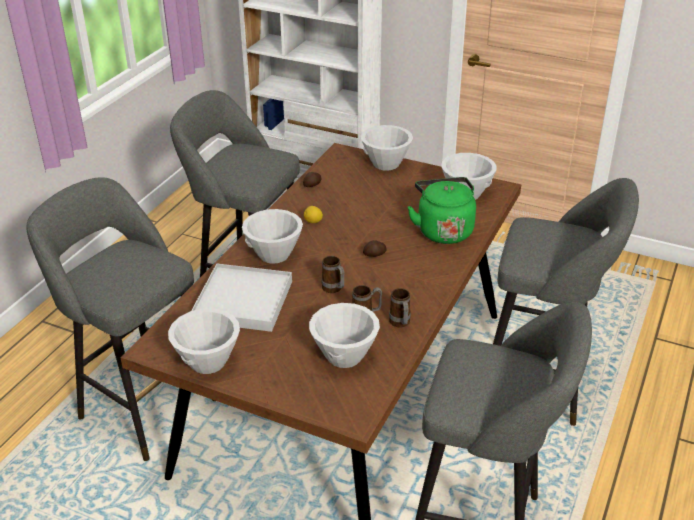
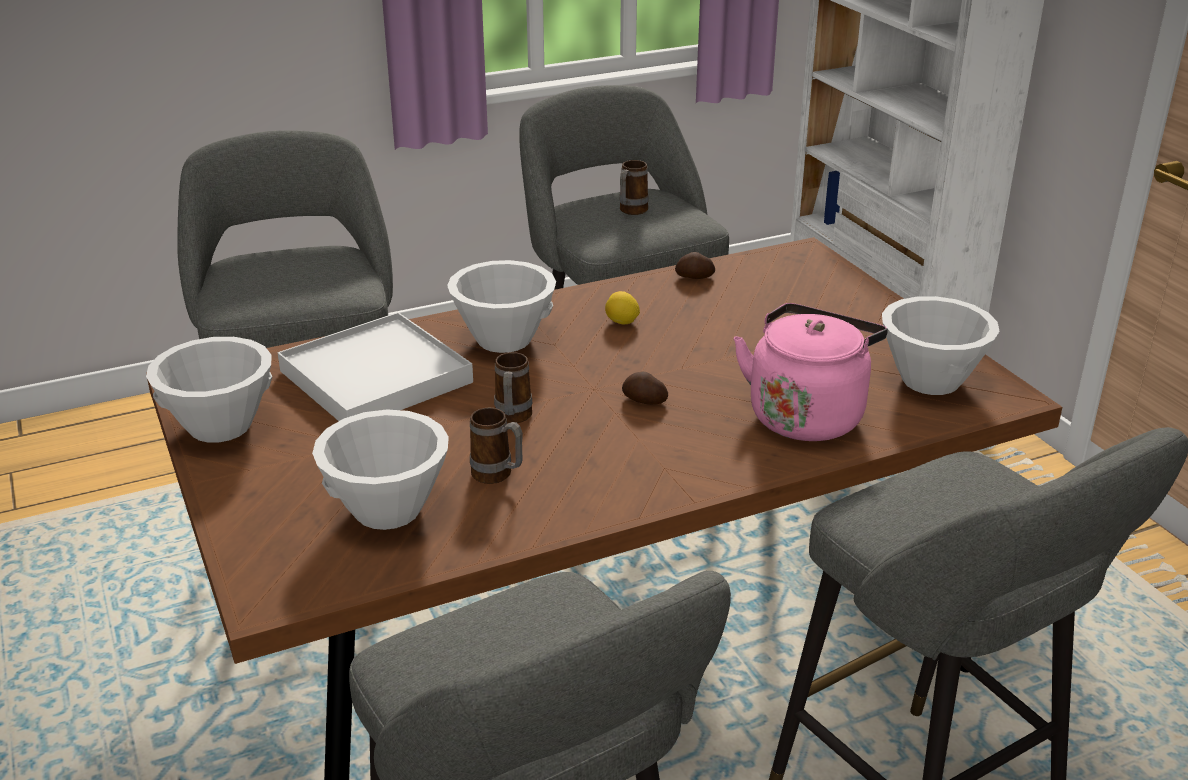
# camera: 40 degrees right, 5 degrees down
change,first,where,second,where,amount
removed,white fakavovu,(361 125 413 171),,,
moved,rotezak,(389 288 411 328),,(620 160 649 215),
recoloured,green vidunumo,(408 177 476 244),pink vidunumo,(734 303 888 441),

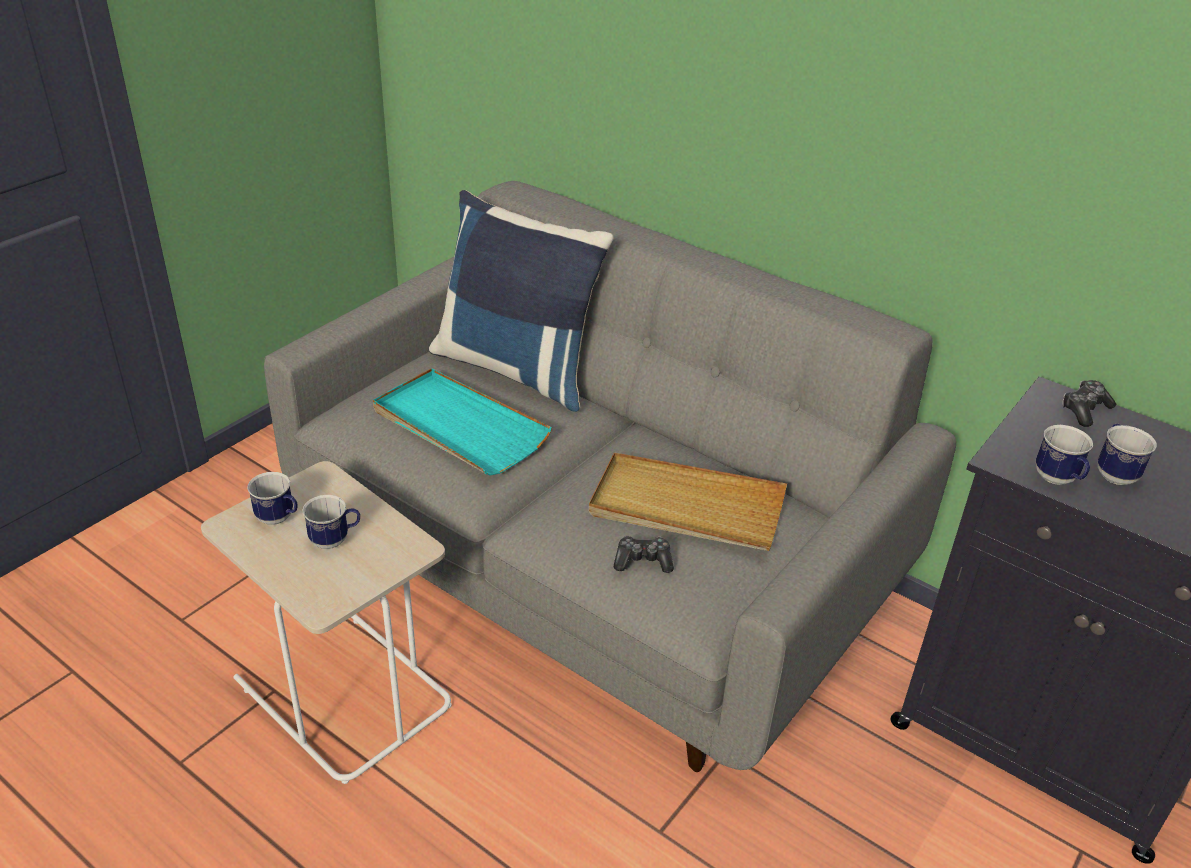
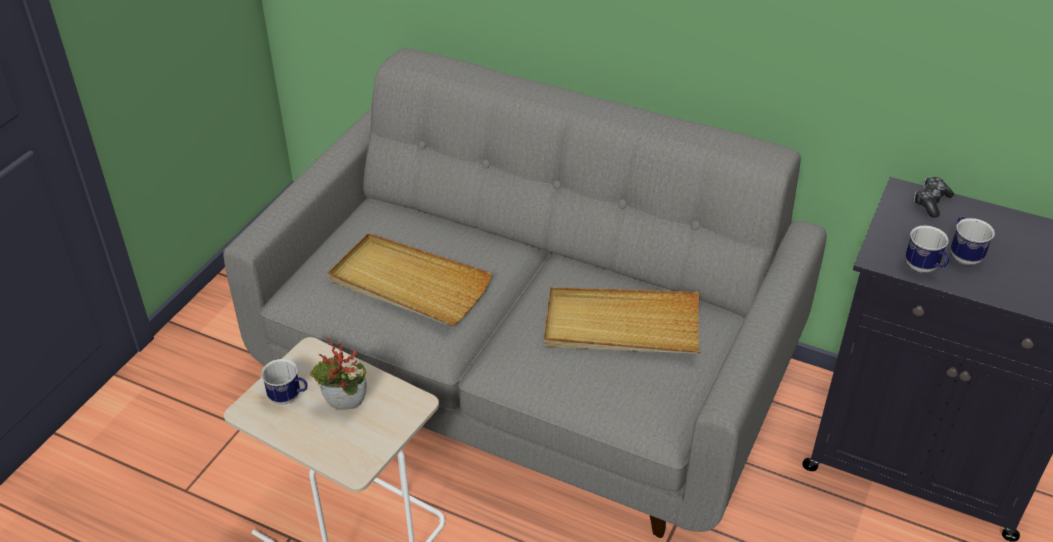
# camera: 10 degrees left, 5 degrees up
change,first,where,second,where,amount
replaced,rotezak,(303 495 360 549),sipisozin,(310 337 367 410),
recoloured,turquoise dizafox,(373 368 552 475),beige dizafox,(328 233 492 326),
removed,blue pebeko,(429 190 614 412),,,
removed,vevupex,(614 536 674 573),,,

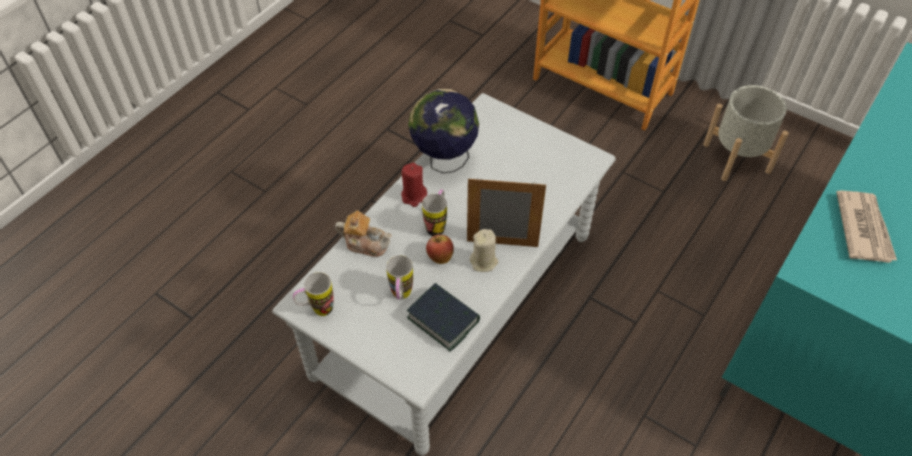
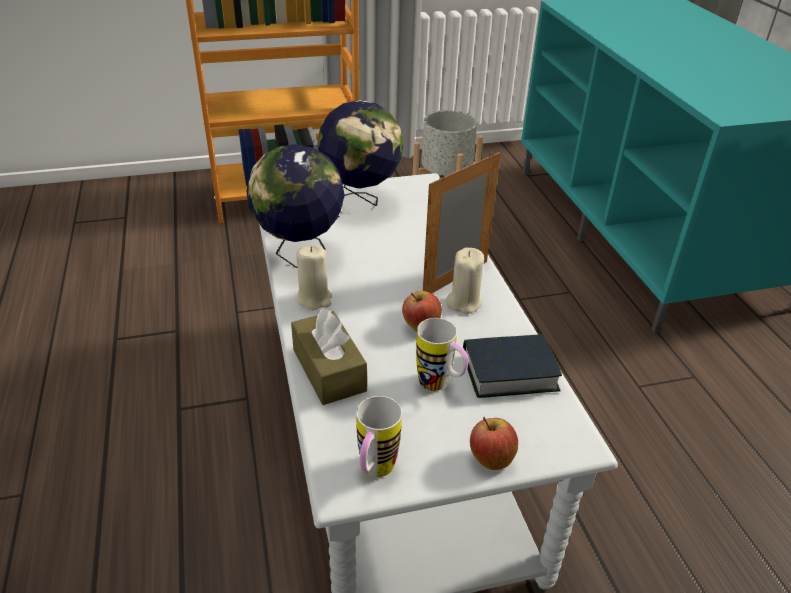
# camera: 50 degrees left, 15 degrees down
change,first,where,second,where,amount
replaced,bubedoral,(335 211 392 257),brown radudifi,(291 307 367 405),
recoloured,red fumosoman,(401 163 427 207),beige fumosoman,(297 245 332 310),
removed,rotezak,(422 189 447 236),,,
removed,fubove,(836 190 897 263),,,
added,,,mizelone,(317 100 403 217),
added,,,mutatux,(470 417 518 470),

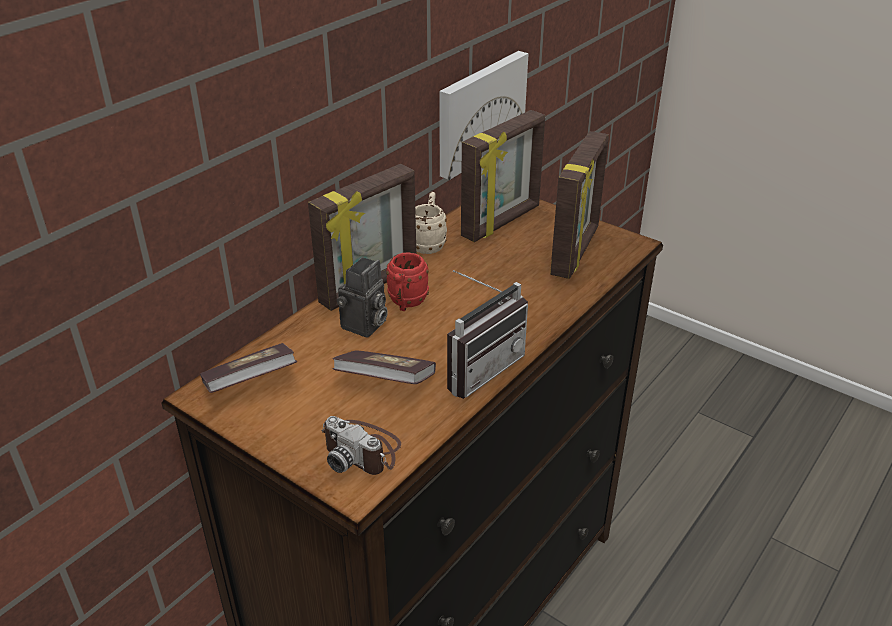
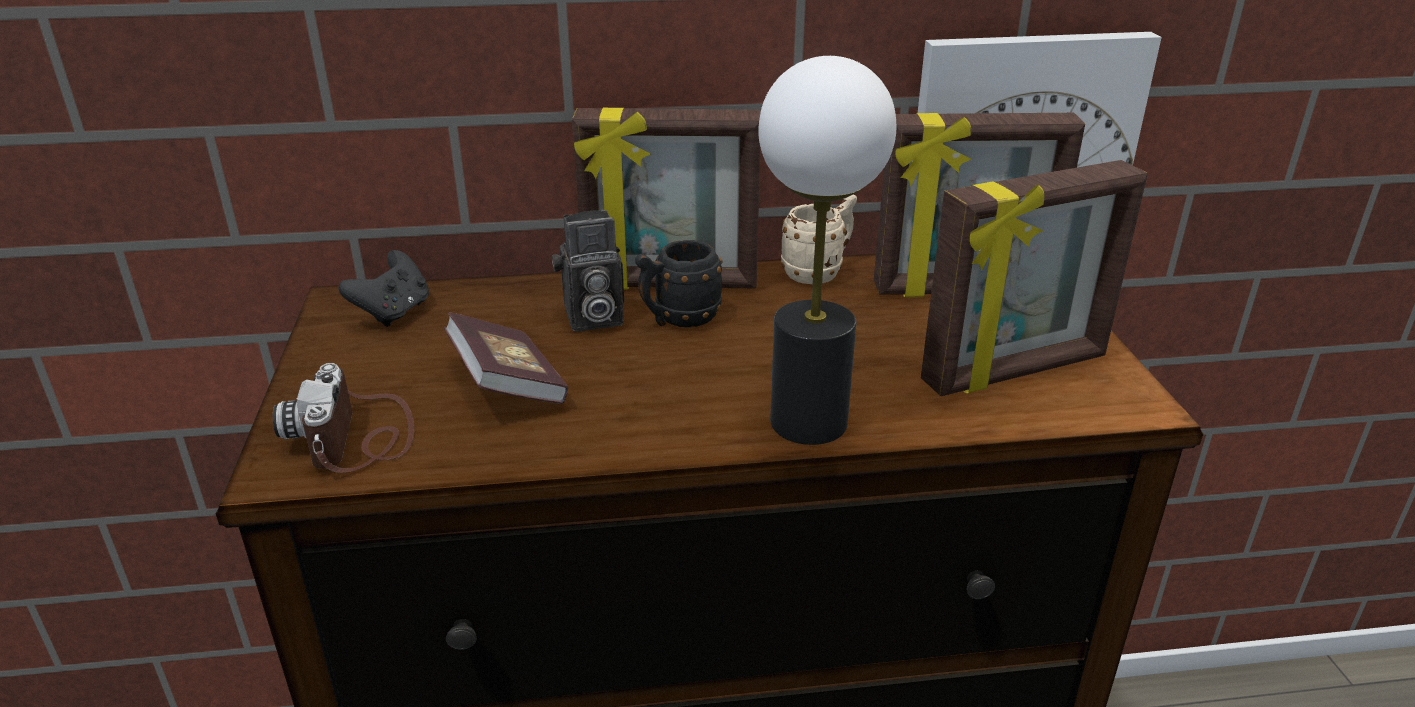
# camera: 45 degrees right, 5 degrees down
change,first,where,second,where,amount
replaced,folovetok,(200 343 298 393),black vevupex,(338 250 429 327),
recoloured,red rotezak,(386 252 429 311),black rotezak,(635 240 722 327),
removed,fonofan,(447 270 528 399),,,
added,,,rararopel,(758 56 896 445),

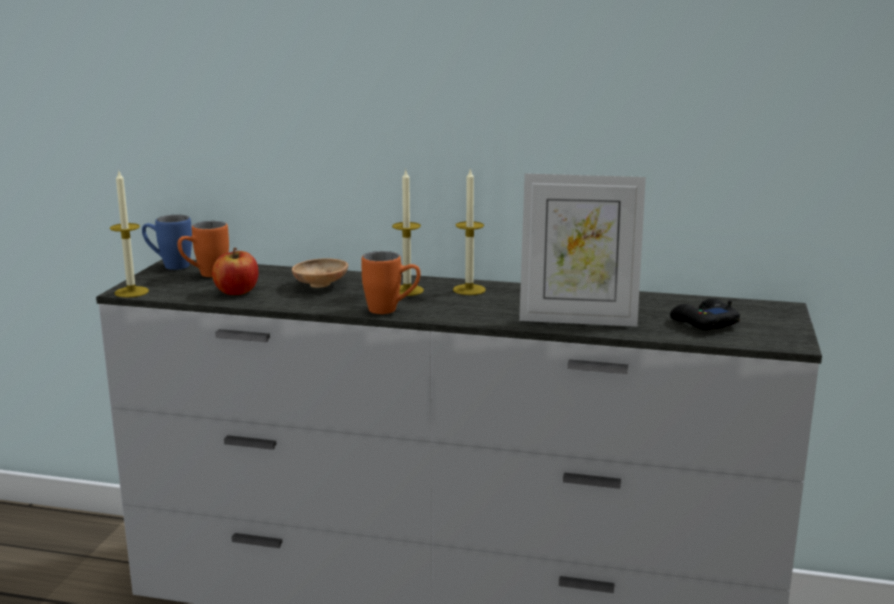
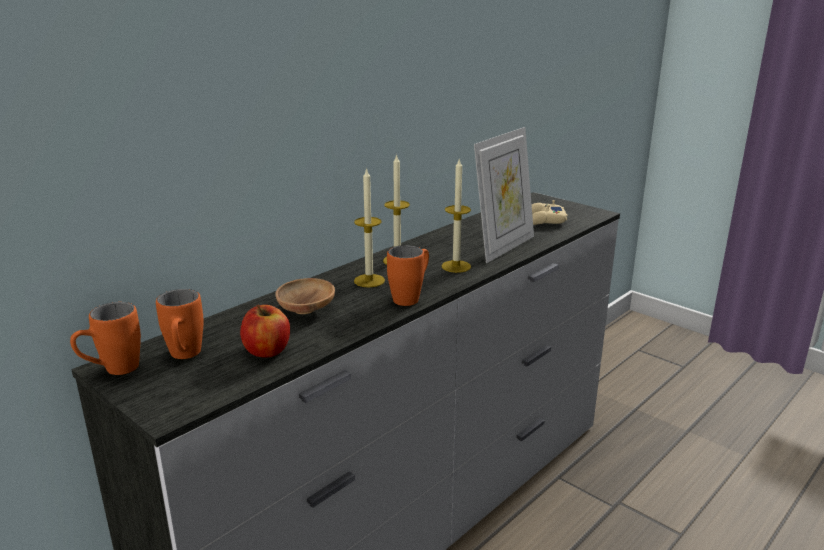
# camera: 60 degrees left, 5 degrees up
change,first,where,second,where,amount
moved,fumosoman,(110 171 149 298),,(441 159 471 273),
recoloured,blue rotezak,(142 215 192 270),orange rotezak,(70 302 141 375),
recoloured,black vevupex,(670 298 740 330),beige vevupex,(532 200 567 225),

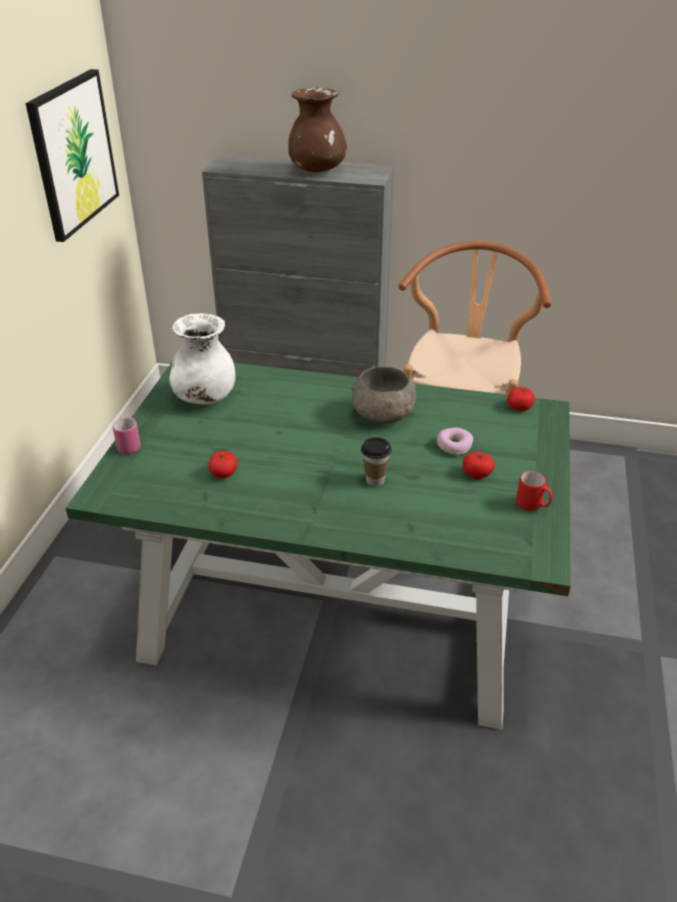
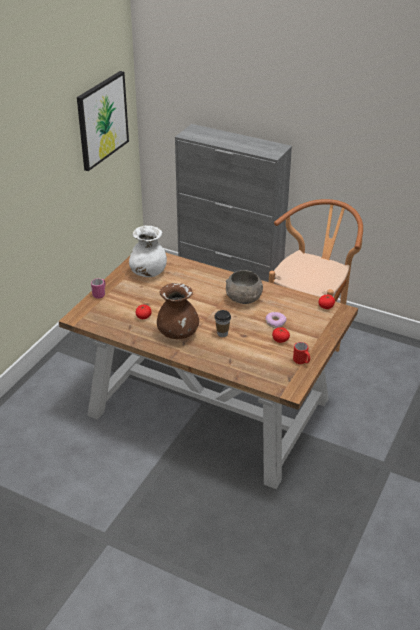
# camera: 15 degrees right, 0 degrees up
change,first,where,second,where,amount
recoloured,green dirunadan,(65 361 571 730),brown dirunadan,(59 252 358 489),
moved,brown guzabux,(288 88 347 172),,(157 283 199 339),

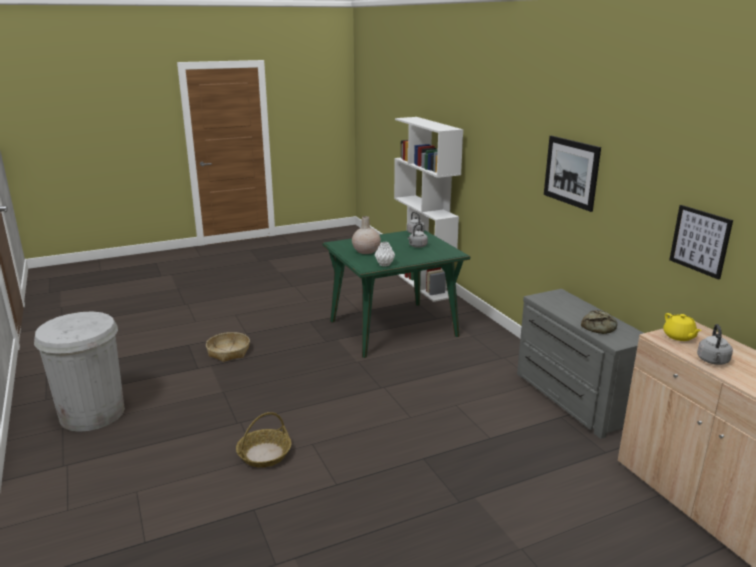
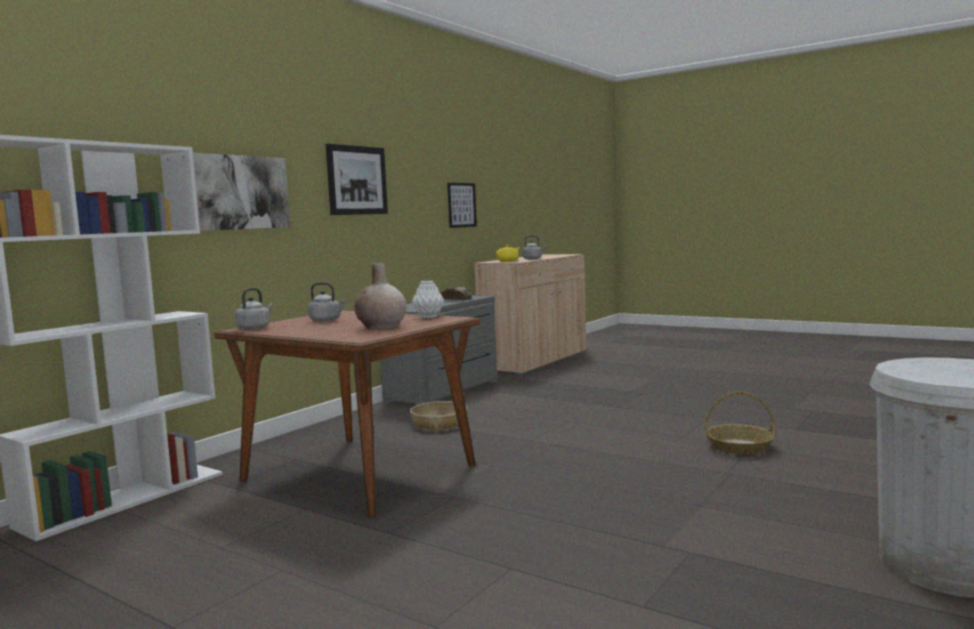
# camera: 120 degrees left, 15 degrees down
change,first,where,second,where,amount
moved,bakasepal,(206 332 250 362),,(410 401 468 431),
recoloured,green dirunadan,(323 230 470 358),brown dirunadan,(214 310 480 517),
added,,,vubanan,(193 153 290 231),

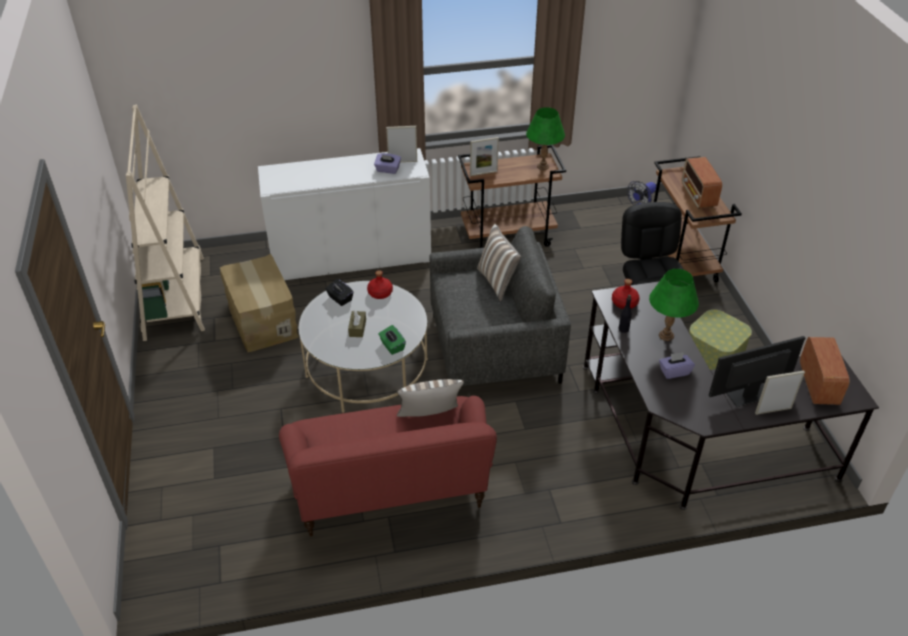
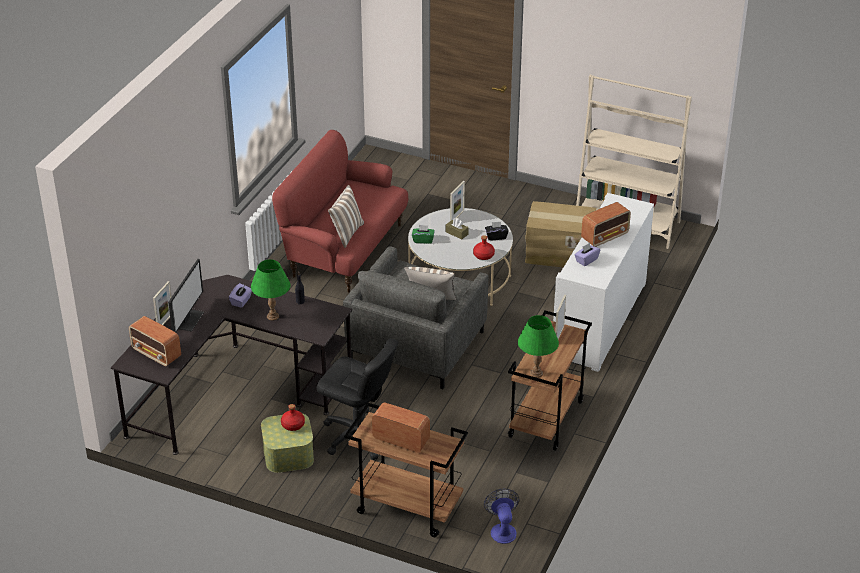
# camera: 125 degrees right, 5 degrees down
change,first,where,second,where,amount
moved,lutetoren,(386 126 417 163),,(450 181 465 221),
moved,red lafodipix,(612 279 640 309),,(281 404 305 431),
added,,,fonofan,(581 202 631 247),

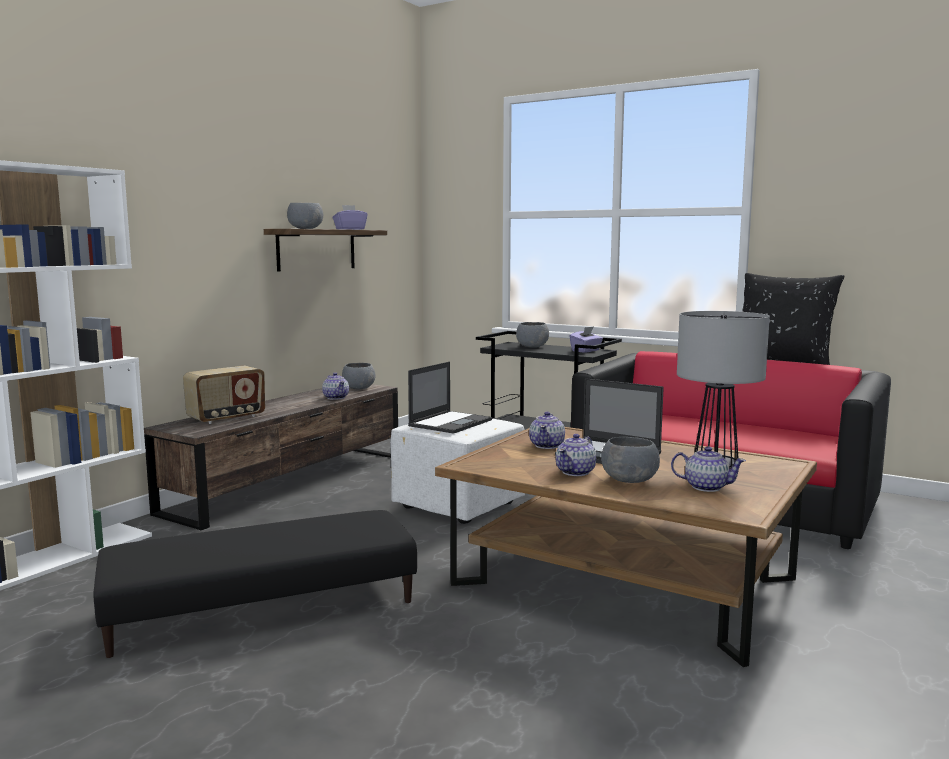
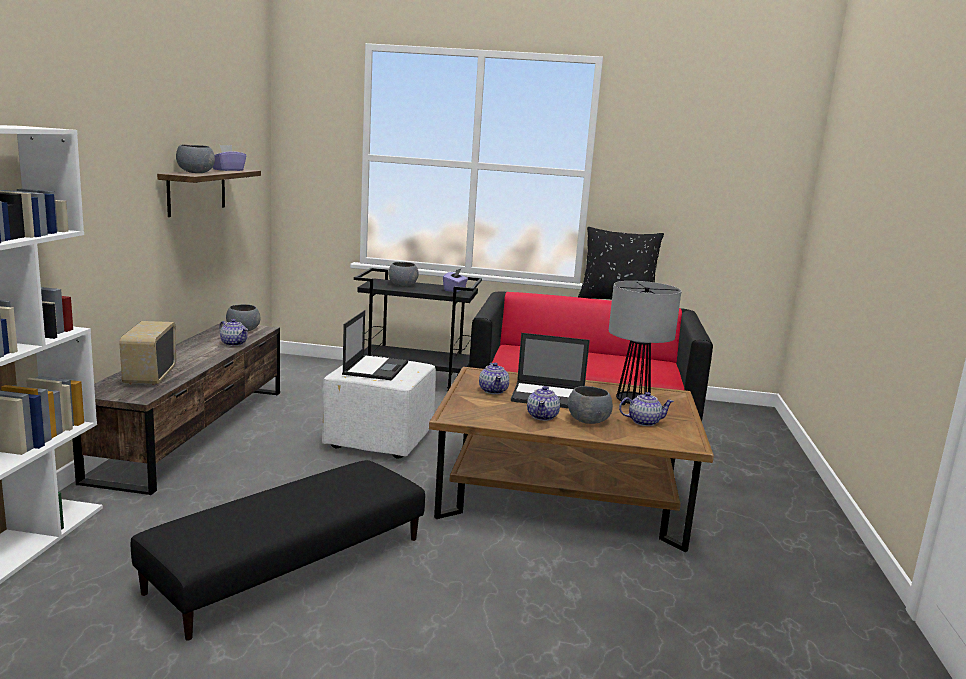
# camera: 25 degrees left, 5 degrees up
change,first,where,second,where,amount
turned,fonofan,(183 366 265 424),,(120 321 176 386),150 degrees clockwise

